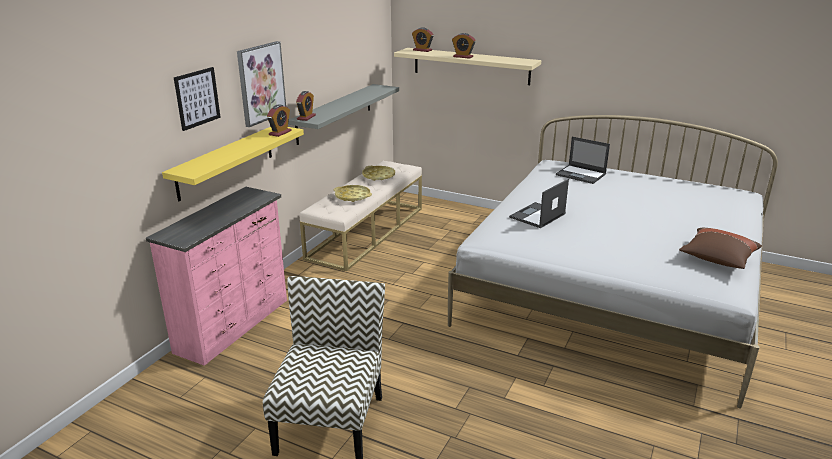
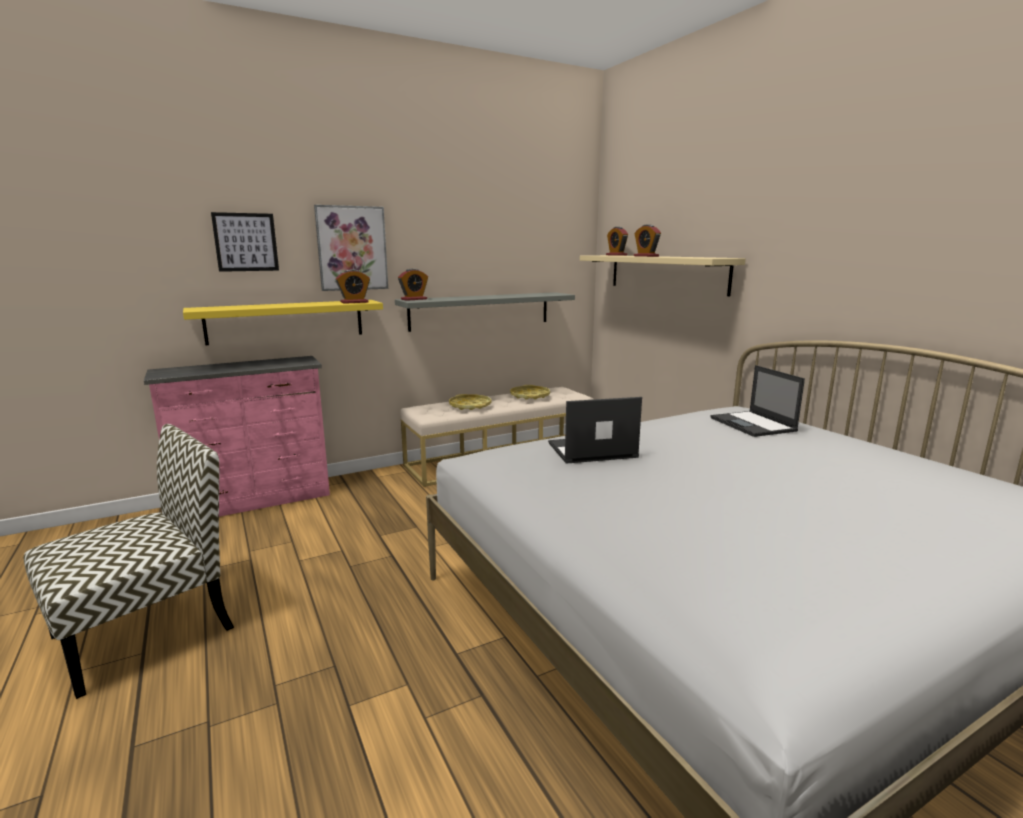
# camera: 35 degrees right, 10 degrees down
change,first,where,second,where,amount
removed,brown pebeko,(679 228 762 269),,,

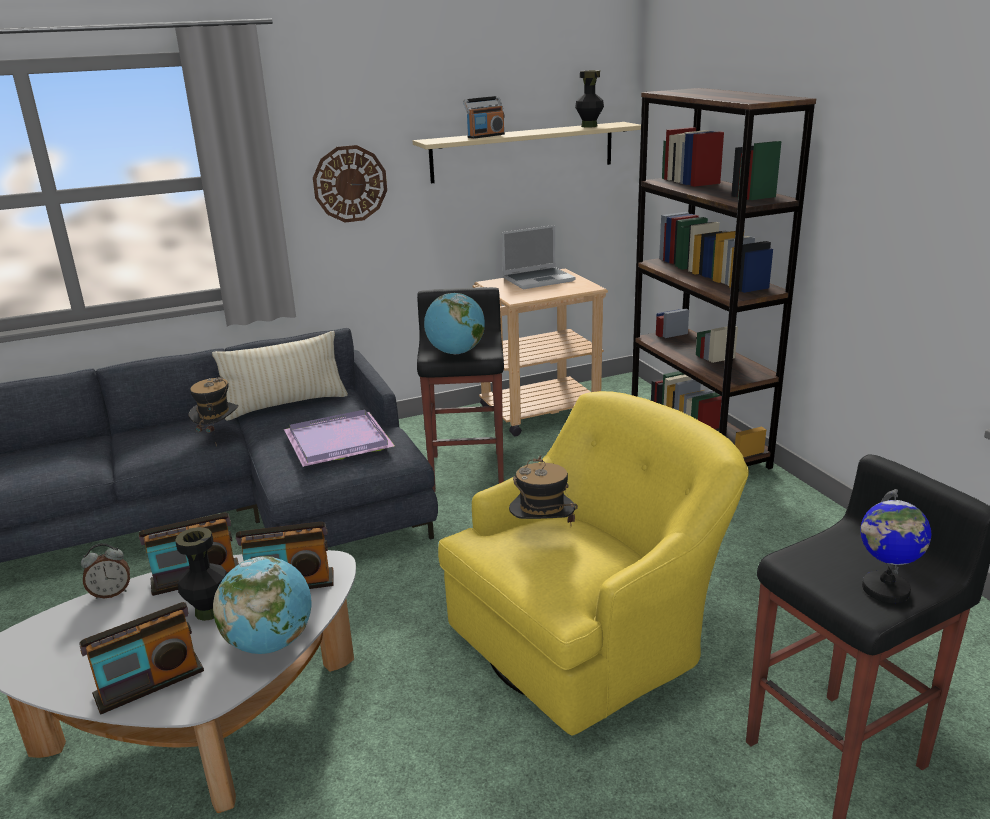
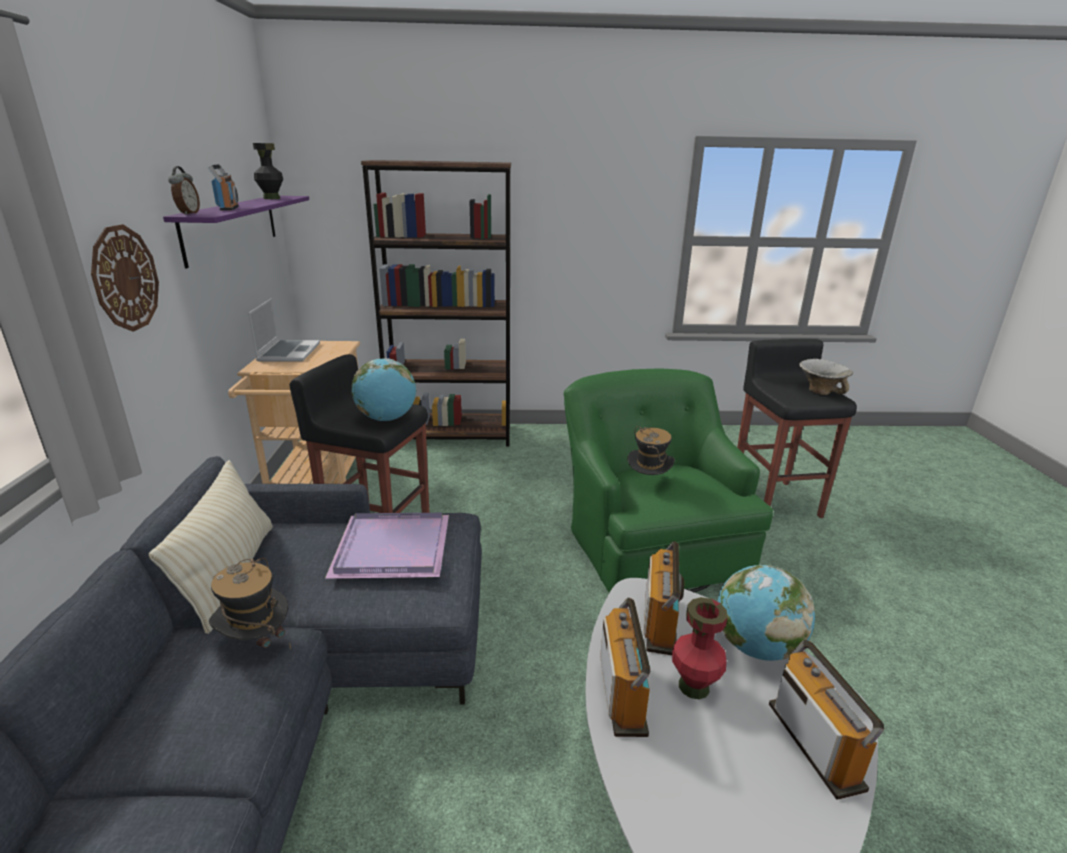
# camera: 70 degrees left, 0 degrees up
change,first,where,second,where,amount
moved,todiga,(81 543 130 599),,(168 166 200 215),
recoloured,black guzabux,(175 527 227 621),red guzabux,(672 597 728 699),
recoloured,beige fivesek,(413 122 641 183),purple fivesek,(163 196 309 269),
recoloured,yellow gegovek,(438 391 749 735),green gegovek,(564 368 773 593),
replaced,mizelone,(860 489 931 603),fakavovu,(799 359 853 395),

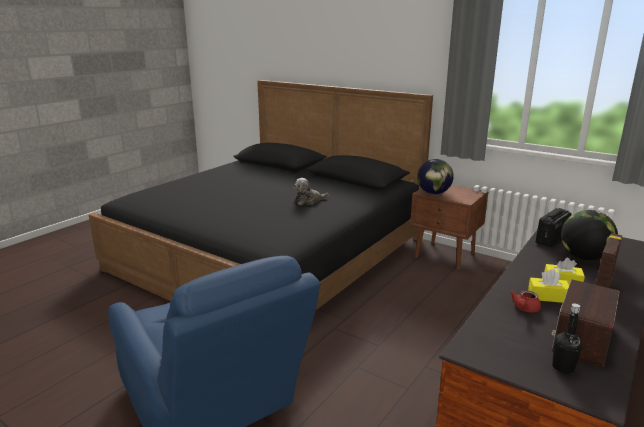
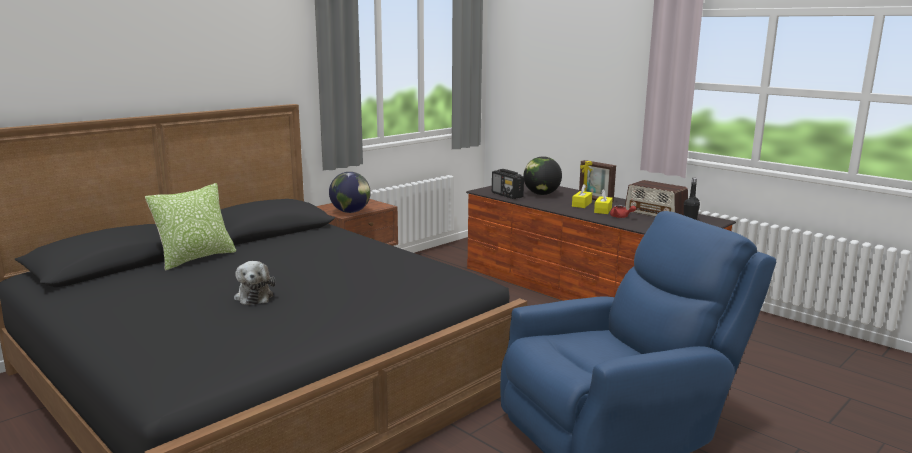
# camera: 80 degrees left, 5 degrees down
change,first,where,second,where,amount
moved,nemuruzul,(293 178 329 205),,(234 261 275 305),
added,,,pebeko,(145 183 236 271),

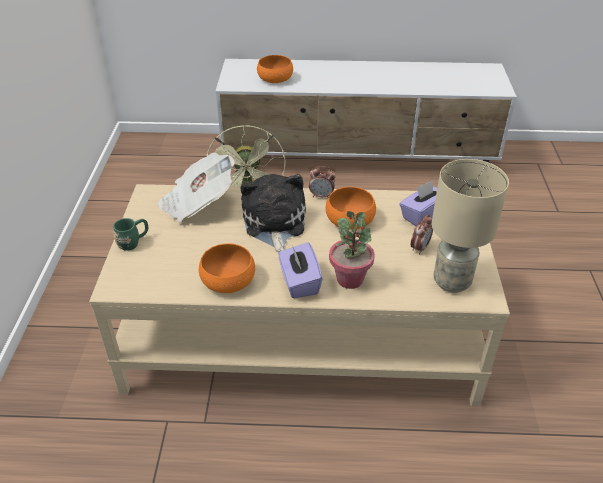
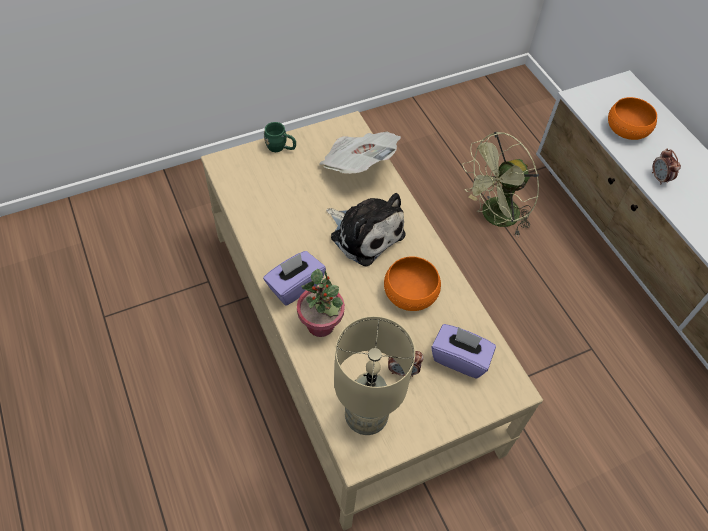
# camera: 60 degrees right, 15 degrees up
change,first,where,second,where,amount
removed,orange fakavovu,(199 243 255 293),,,
turned,nemuruzul,(240 174 306 253),,(326 193 406 267),75 degrees clockwise
moved,todiga,(309 166 336 197),,(652 149 681 185),

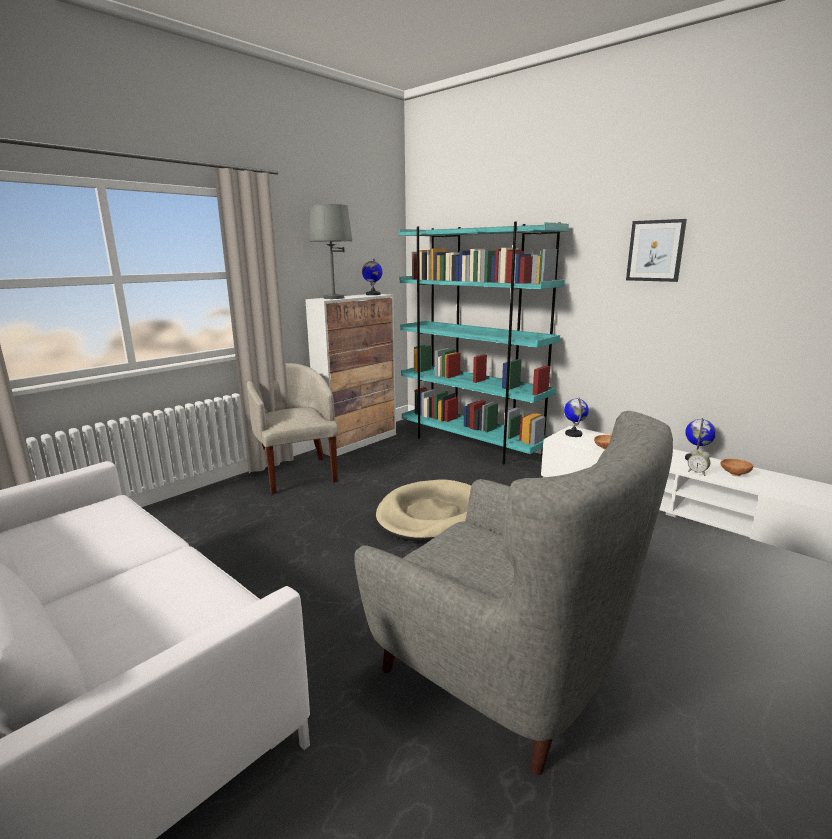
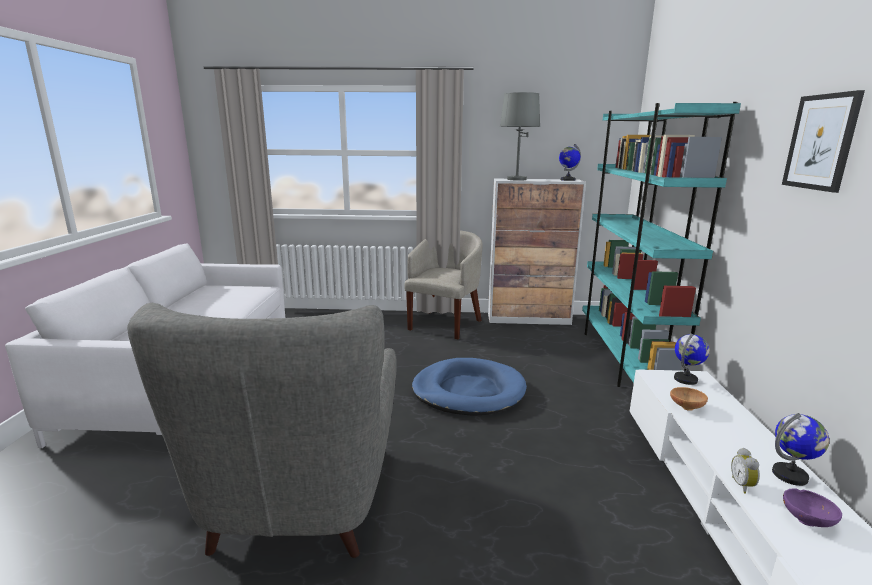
# camera: 50 degrees right, 0 degrees up
change,first,where,second,where,amount
recoloured,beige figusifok,(376 480 471 542),blue figusifok,(412 358 527 416),
recoloured,brown fakavovu,(721 459 753 476),purple fakavovu,(783 488 842 527),

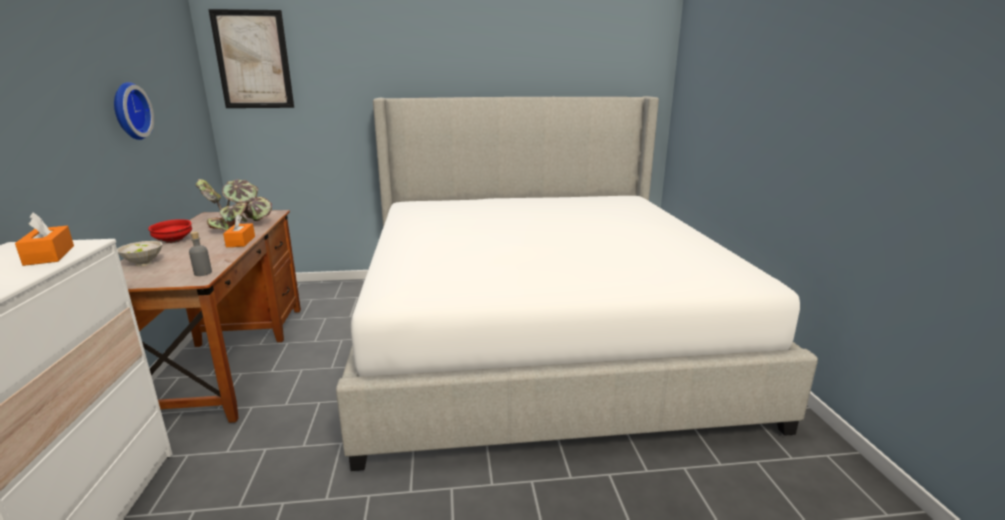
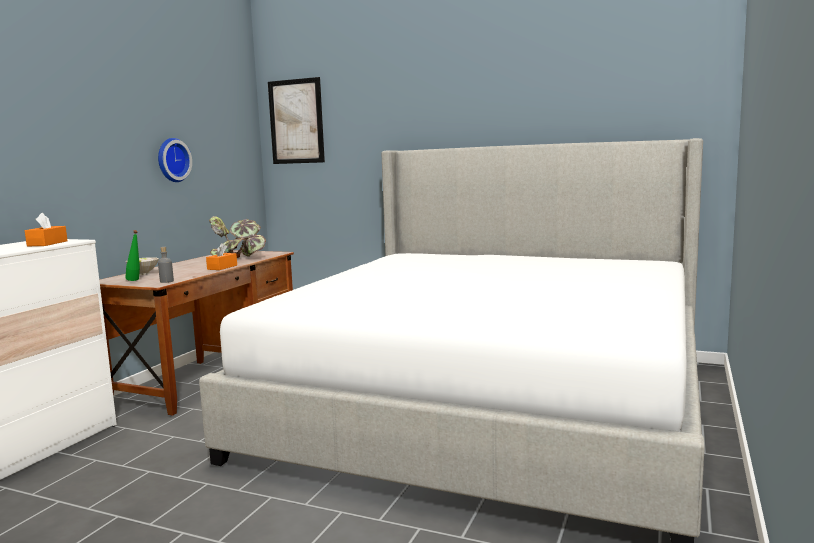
# camera: 30 degrees right, 10 degrees down
change,first,where,second,where,amount
removed,red fakavovu,(148 219 192 243),,,
added,,,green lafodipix,(125 230 140 281),

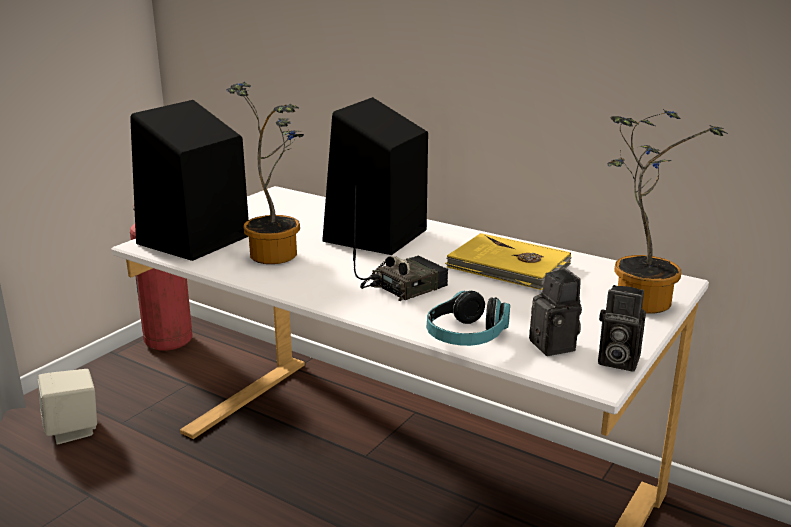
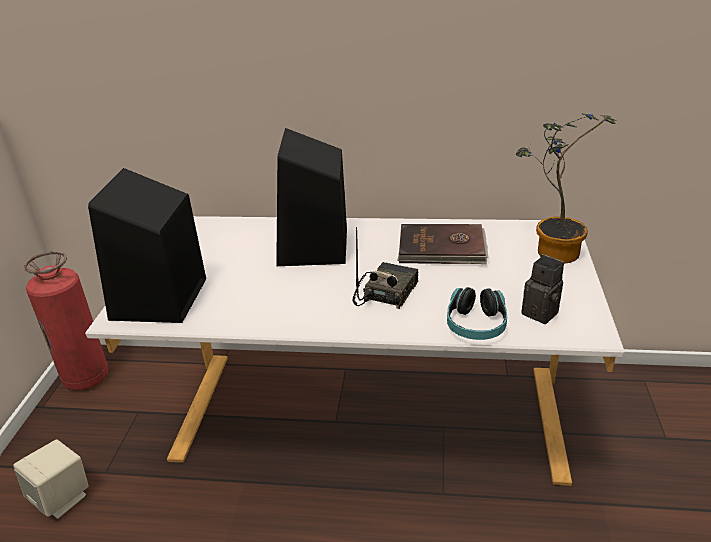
# camera: 25 degrees left, 10 degrees up
change,first,where,second,where,amount
removed,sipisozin,(227 82 304 264),,,
recoloured,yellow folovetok,(445 233 572 290),brown folovetok,(397 224 489 264),
removed,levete,(598 285 646 372),,,

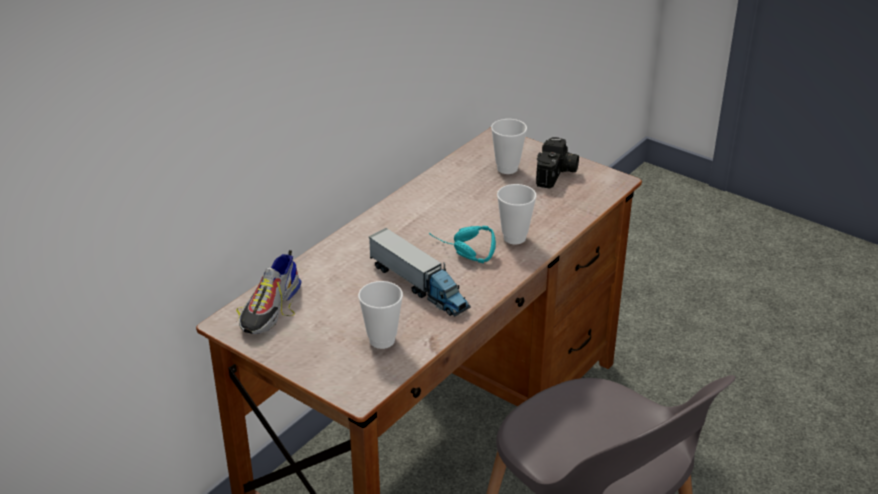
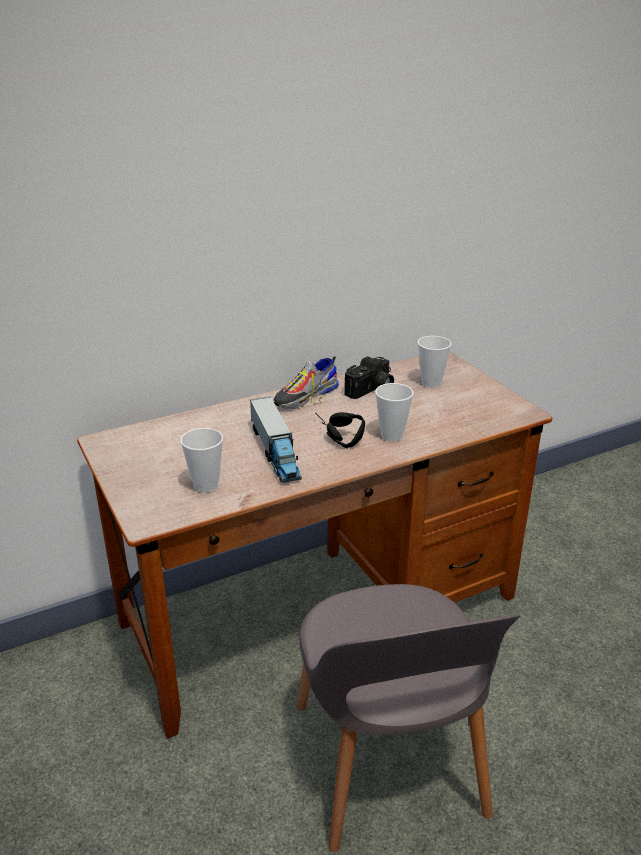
# camera: 25 degrees right, 5 degrees down
change,first,where,second,where,amount
moved,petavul,(236 250 302 334),,(273 356 339 409),
recoloured,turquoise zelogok,(429 226 496 263),black zelogok,(315 412 365 449),
moved,levete,(536 137 579 189),,(344 356 394 399),

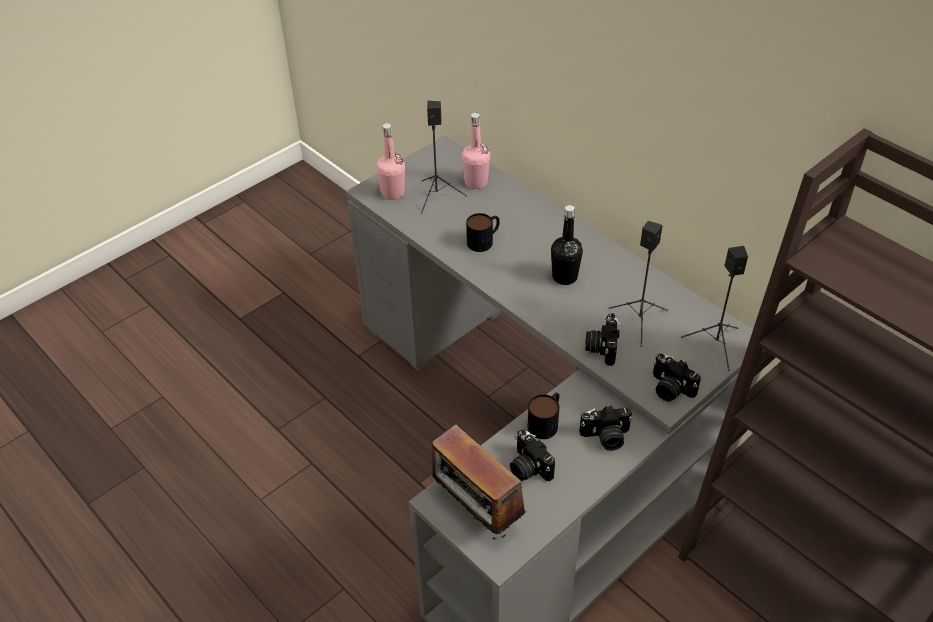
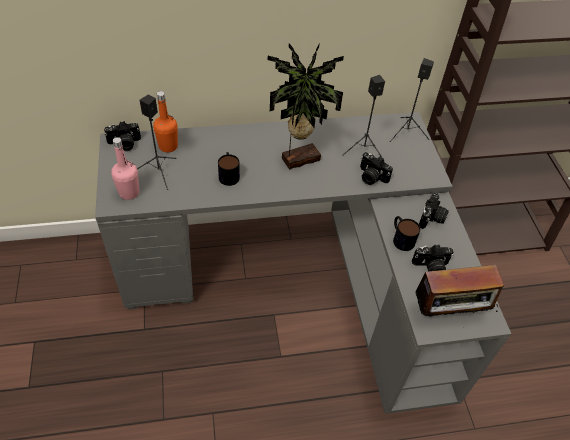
# camera: 60 degrees left, 5 degrees up
change,first,where,second,where,amount
recoloured,pink lafodipix,(462 113 490 189),orange lafodipix,(153 91 178 153),
replaced,black lafodipix,(551 205 583 285),sipisozin,(268 43 344 170),
moved,levete,(653 354 701 402),,(104 121 141 151),

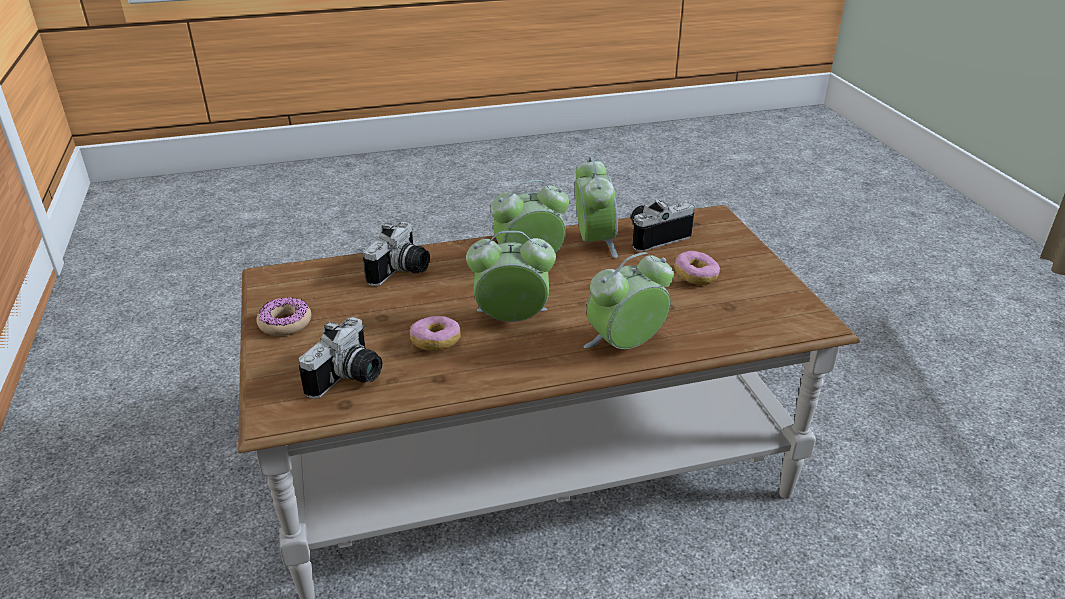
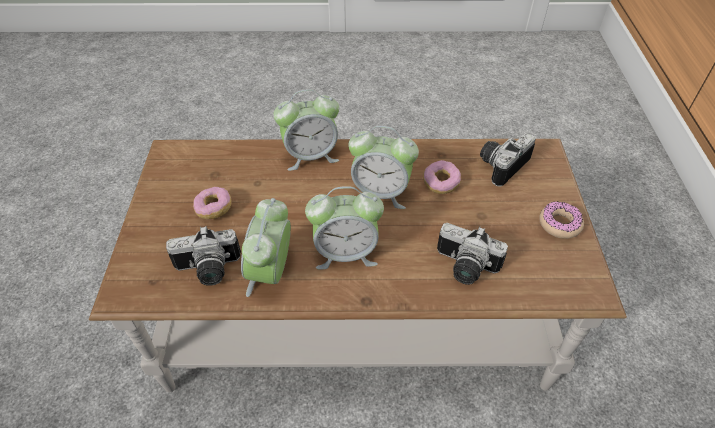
# camera: 165 degrees left, 15 degrees up
change,first,where,second,where,amount
turned,levete,(363 222 430 286),,(437 223 508 285),105 degrees counterclockwise

